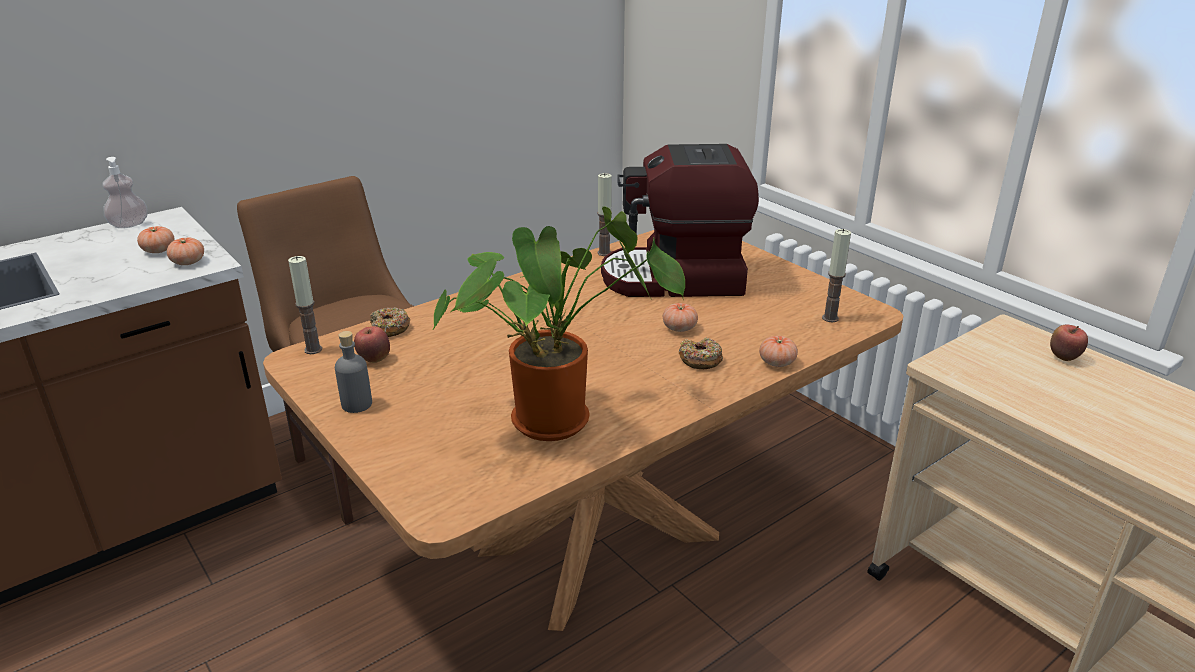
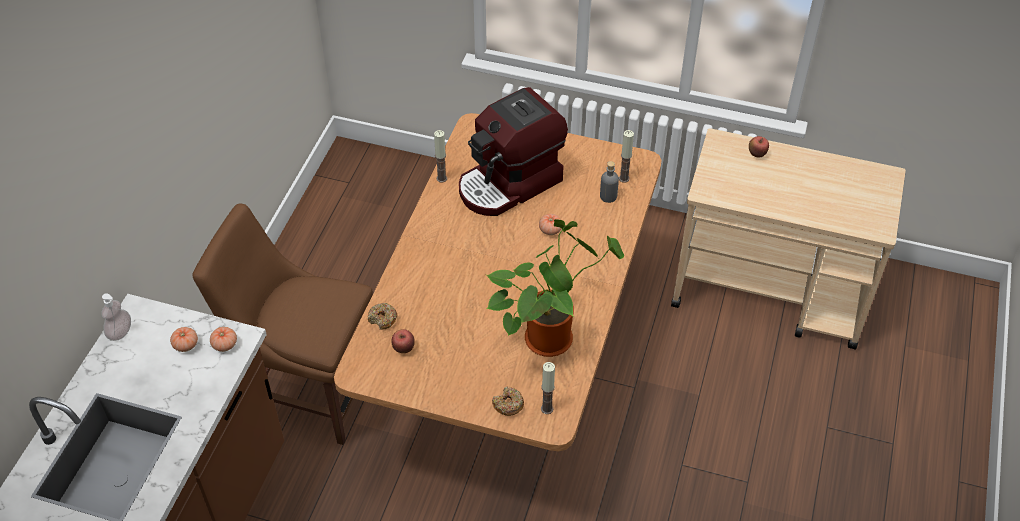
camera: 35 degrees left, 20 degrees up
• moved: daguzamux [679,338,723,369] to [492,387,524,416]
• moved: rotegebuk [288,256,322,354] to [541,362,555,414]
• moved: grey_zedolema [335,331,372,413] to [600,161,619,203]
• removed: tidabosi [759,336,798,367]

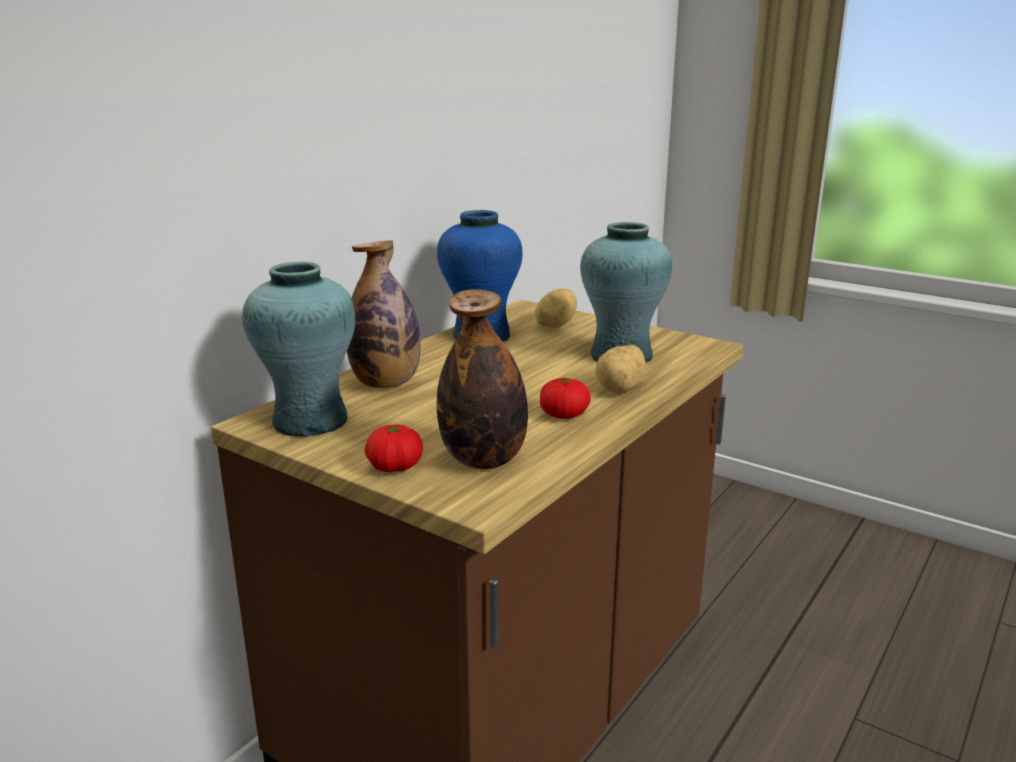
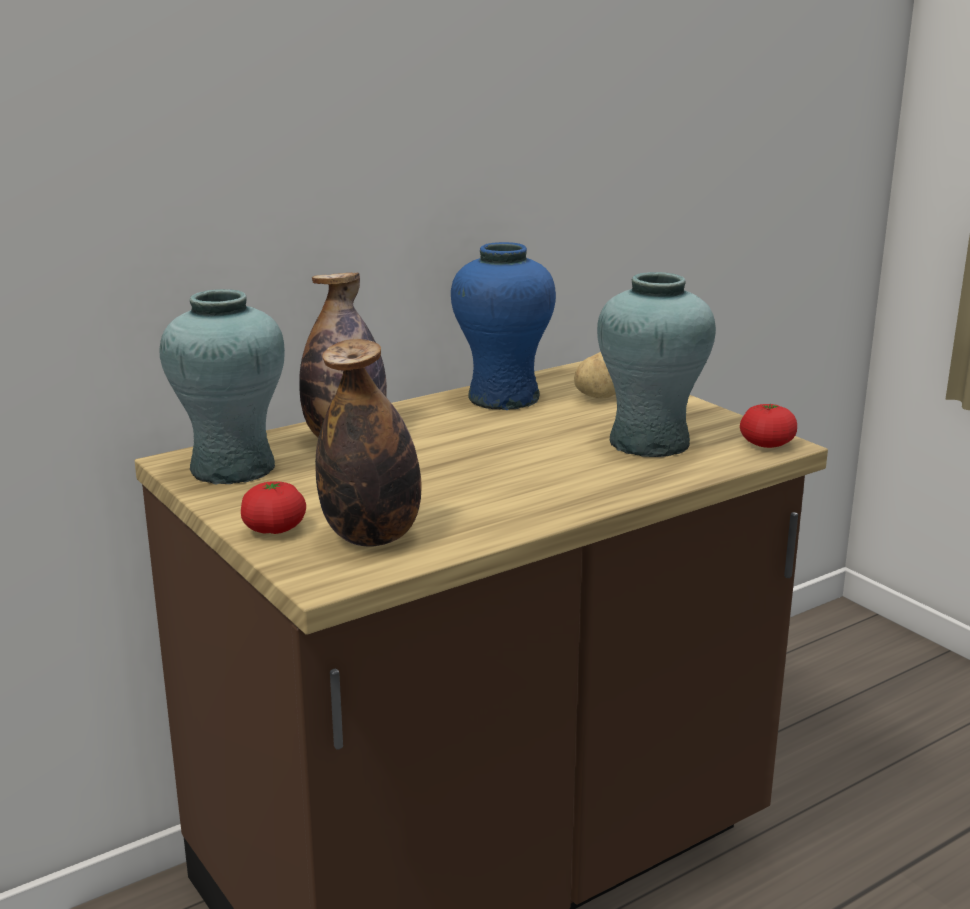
camera: 20 degrees right, 0 degrees up
• moved: tidabosi [540,377,591,419] to [740,404,797,448]
• removed: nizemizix [596,345,646,393]

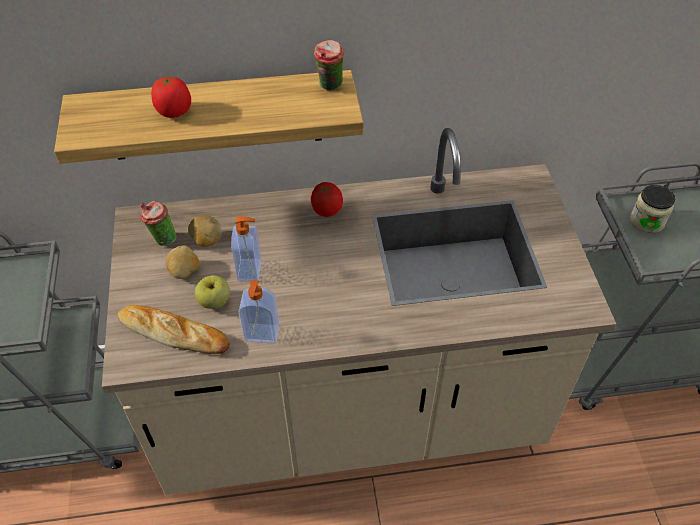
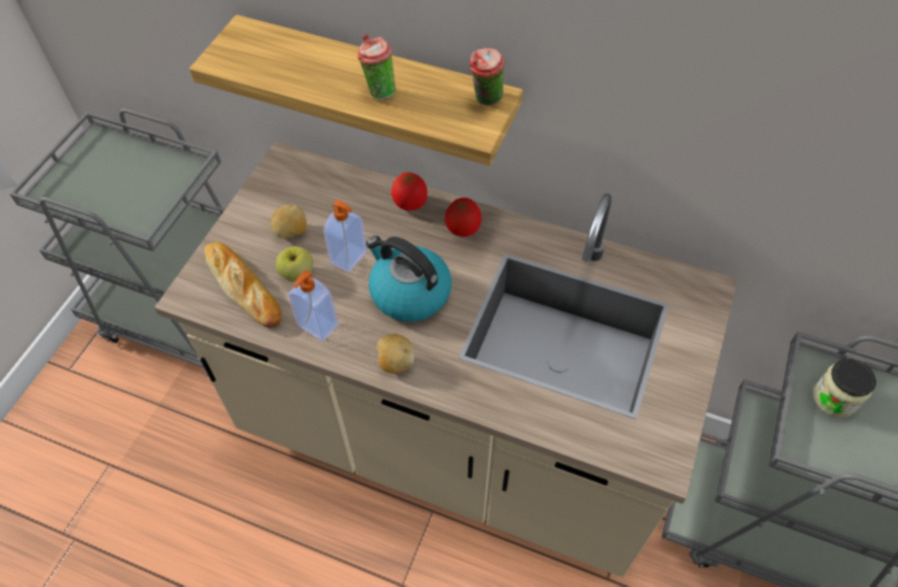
camera: 30 degrees right, 5 degrees up
• moved: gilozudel [140,201,176,246] to [357,34,395,99]
• added: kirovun [366,236,452,322]
• moved: nizemizix [188,215,222,247] to [377,334,415,374]
• moved: tidabosi [151,76,191,118] to [391,172,427,211]

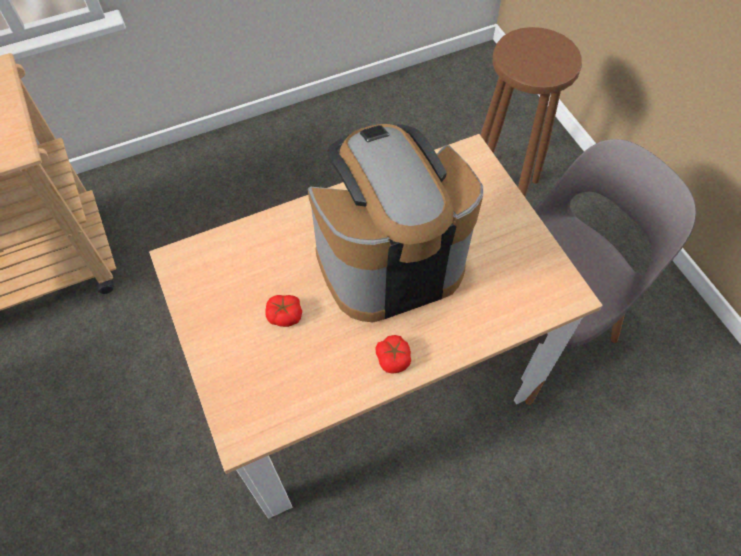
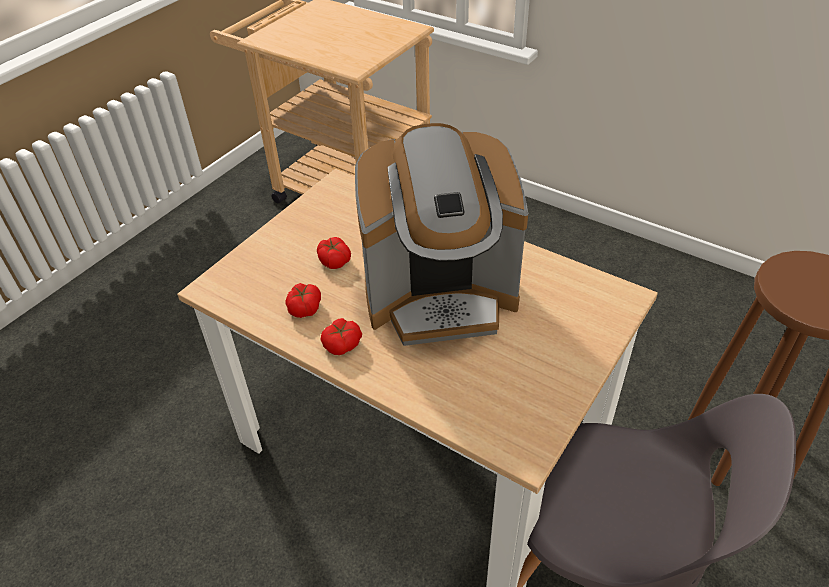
camera: 60 degrees right, 15 degrees down
• added: tidabosi [285,283,321,318]
• turned: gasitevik [308,124,483,322] = [355,123,528,346] 135 degrees clockwise

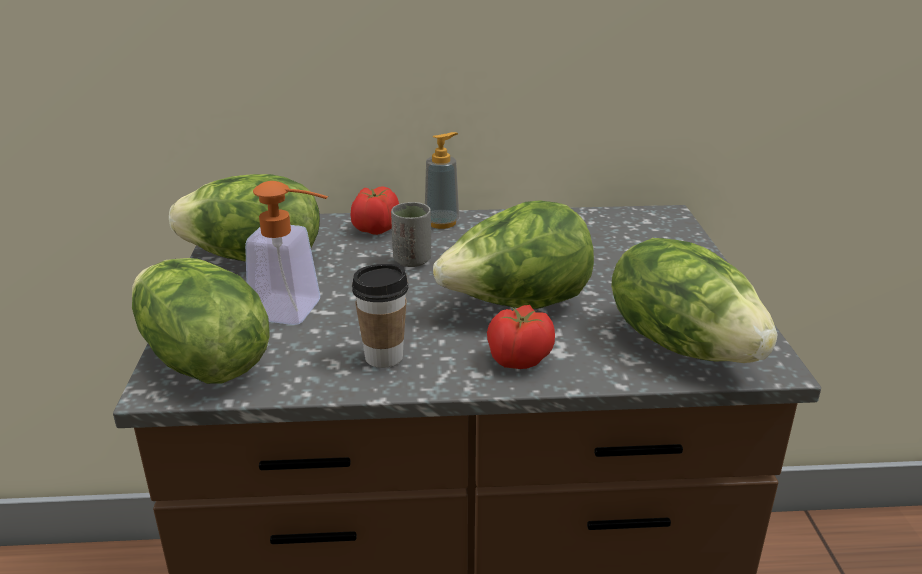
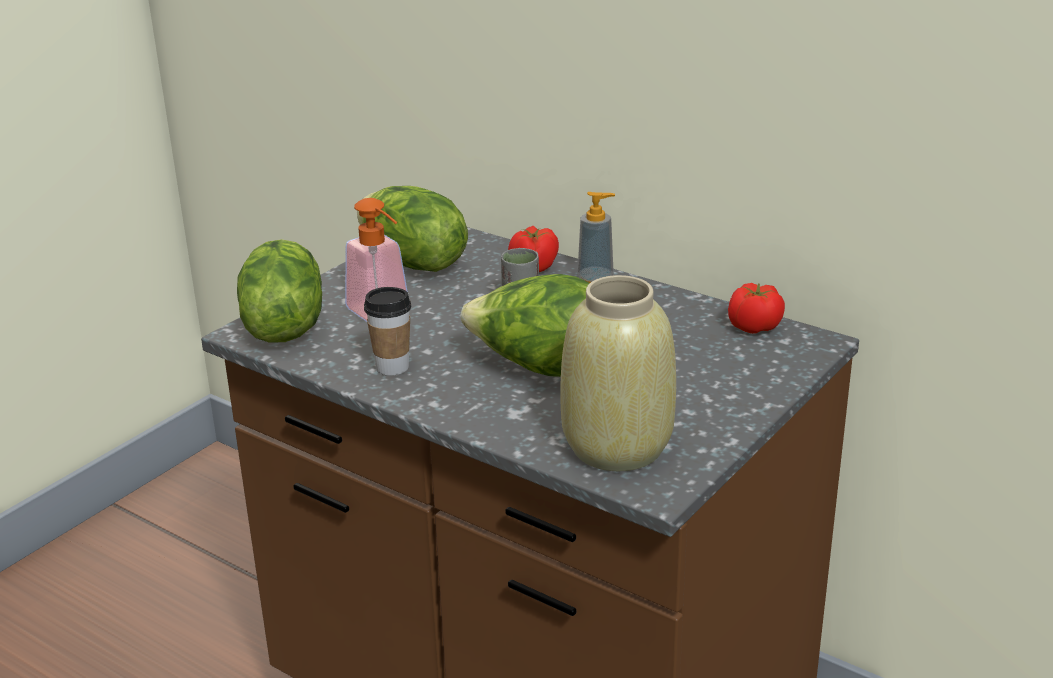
camera: 40 degrees right, 0 degrees up
• replaced: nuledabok [611,238,777,363] to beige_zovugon [560,275,676,471]
• moved: tidabosi [487,305,555,369] to [728,283,785,334]

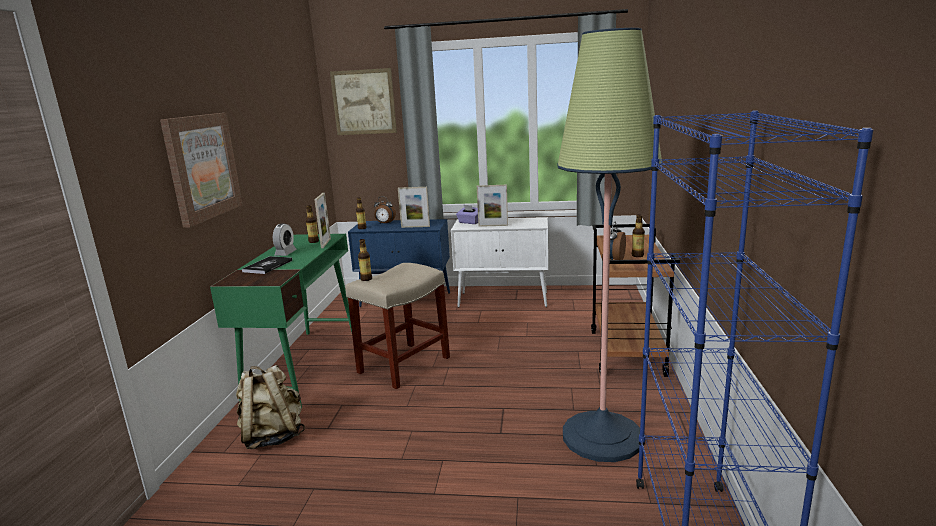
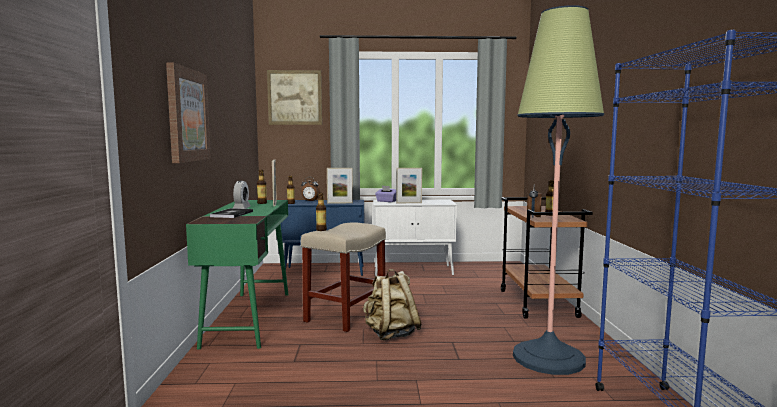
camera: 10 degrees left, 10 degrees down
• moved: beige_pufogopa [236,365,305,449] to [363,269,422,340]

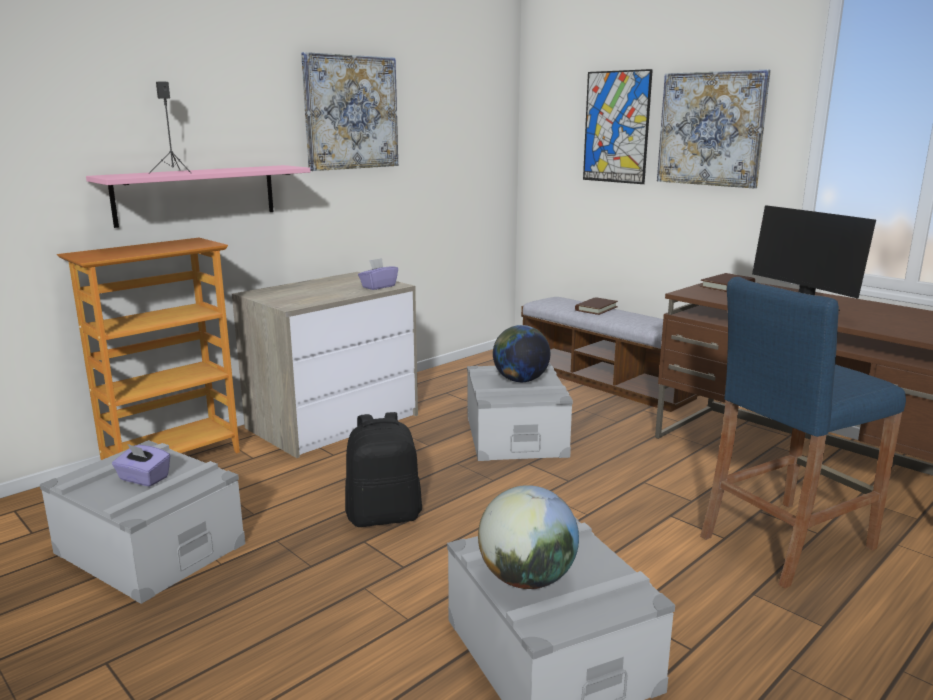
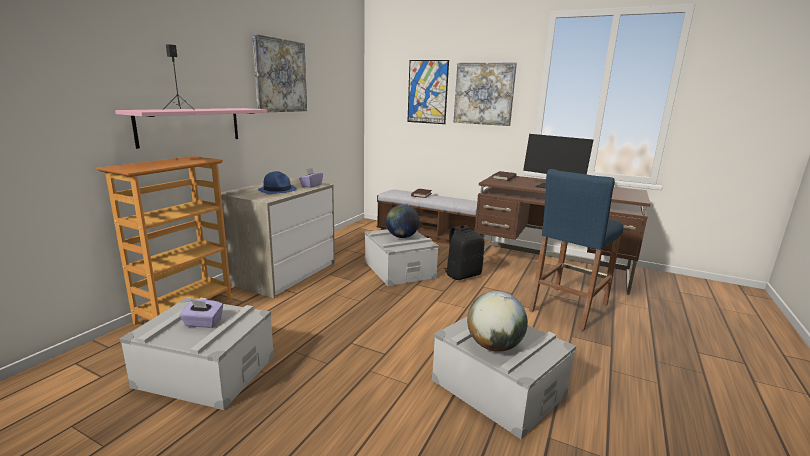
camera: 20 degrees left, 0 degrees up
• added: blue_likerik [258,171,297,194]
• moved: black_pufogopa [345,412,422,527] to [444,225,485,280]

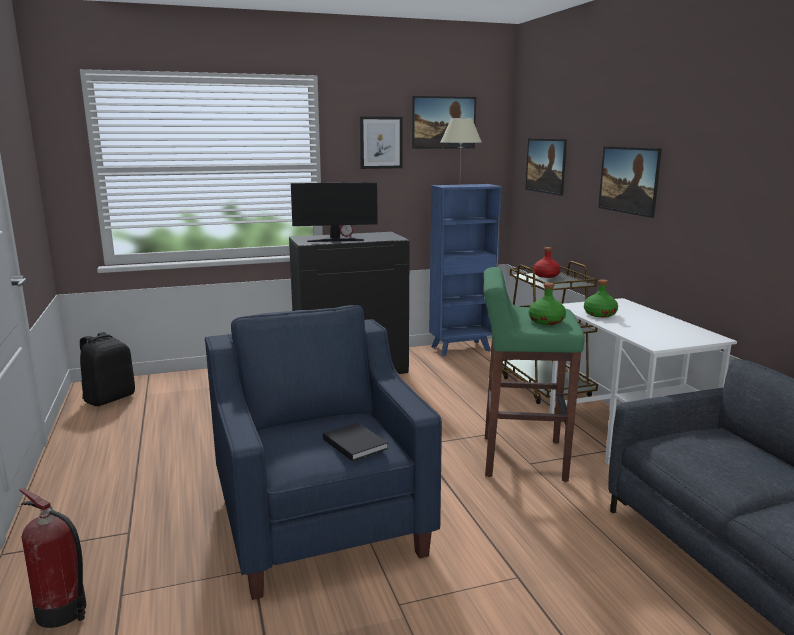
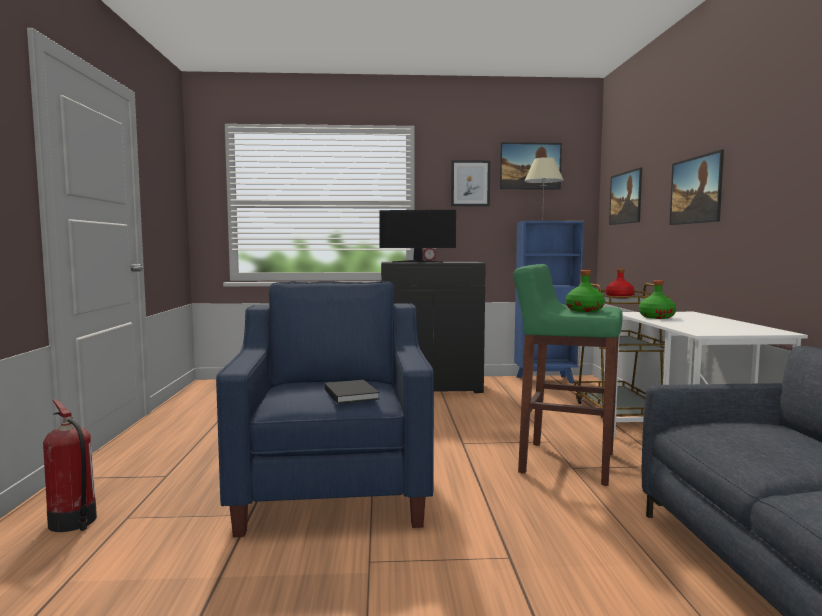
camera: 15 degrees right, 10 degrees down
• removed: black_pufogopa [80,332,135,406]

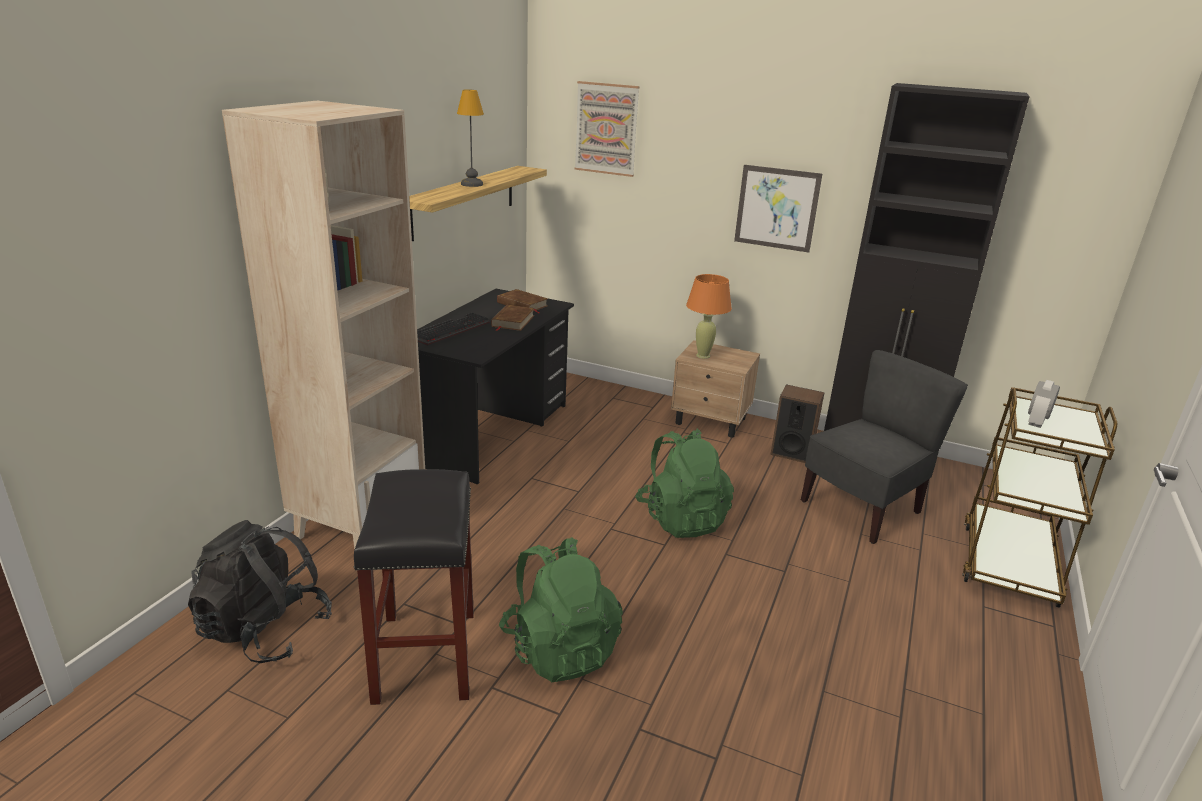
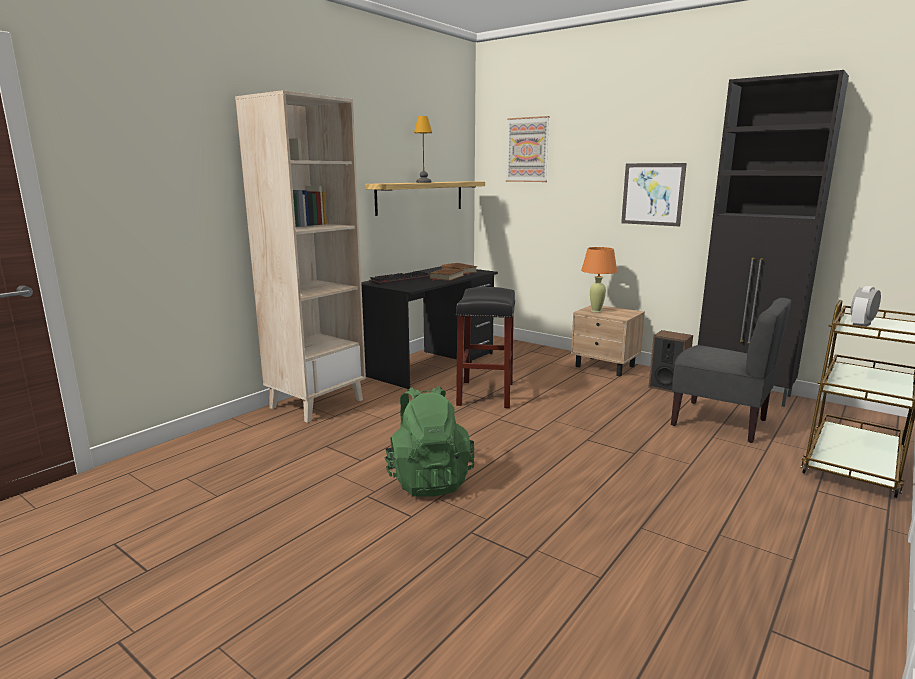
camera: 15 degrees right, 10 degrees down
• moved: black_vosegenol [354,469,474,705] to [456,287,515,408]
• turned: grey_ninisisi [801,350,968,544] = [671,298,791,443] 60 degrees clockwise
• removed: black_pufogopa [188,520,332,663]
• removed: green_pufogopa [635,429,734,538]

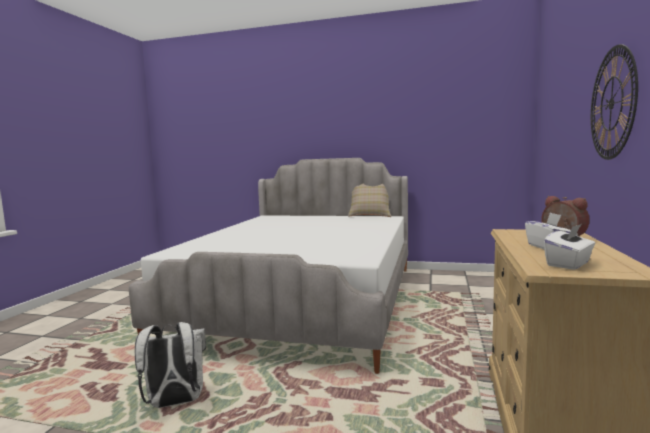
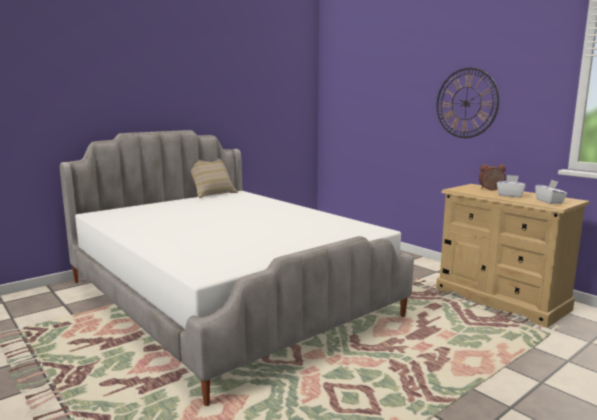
camera: 55 degrees left, 5 degrees up
• removed: white_pufogopa [135,322,206,408]

